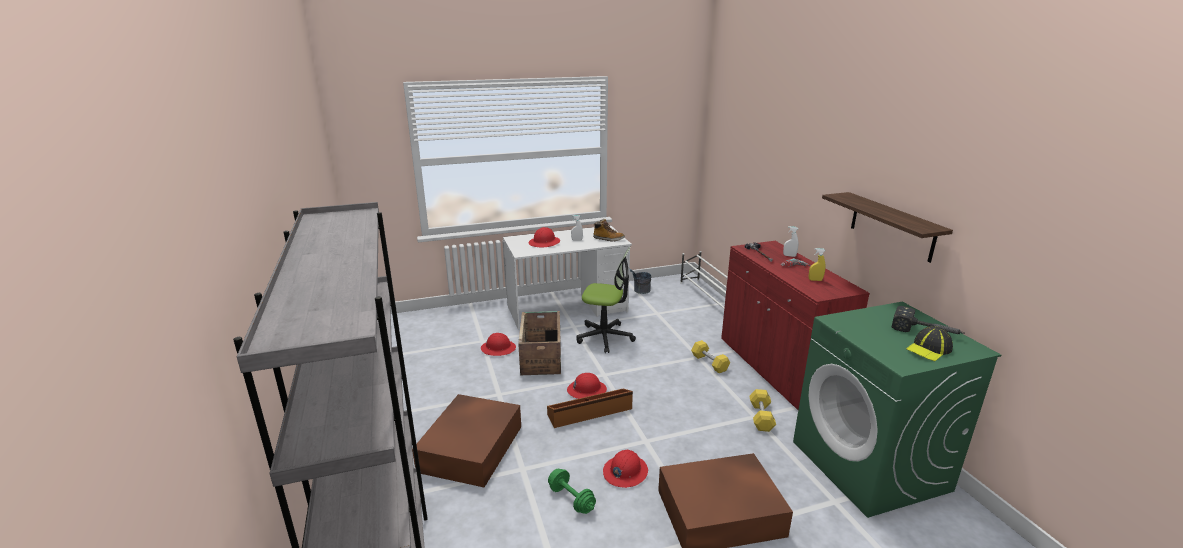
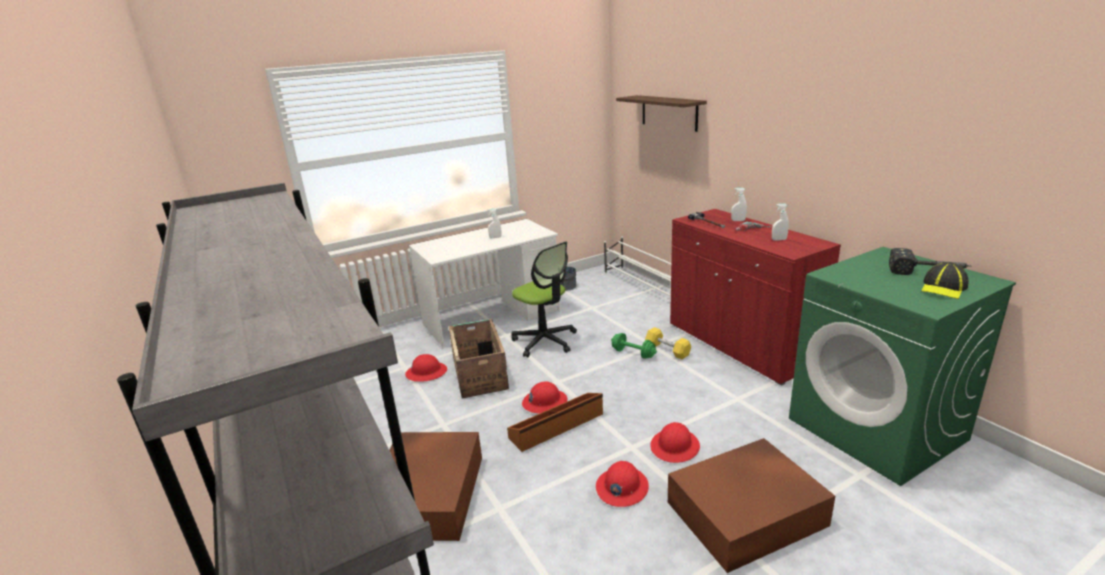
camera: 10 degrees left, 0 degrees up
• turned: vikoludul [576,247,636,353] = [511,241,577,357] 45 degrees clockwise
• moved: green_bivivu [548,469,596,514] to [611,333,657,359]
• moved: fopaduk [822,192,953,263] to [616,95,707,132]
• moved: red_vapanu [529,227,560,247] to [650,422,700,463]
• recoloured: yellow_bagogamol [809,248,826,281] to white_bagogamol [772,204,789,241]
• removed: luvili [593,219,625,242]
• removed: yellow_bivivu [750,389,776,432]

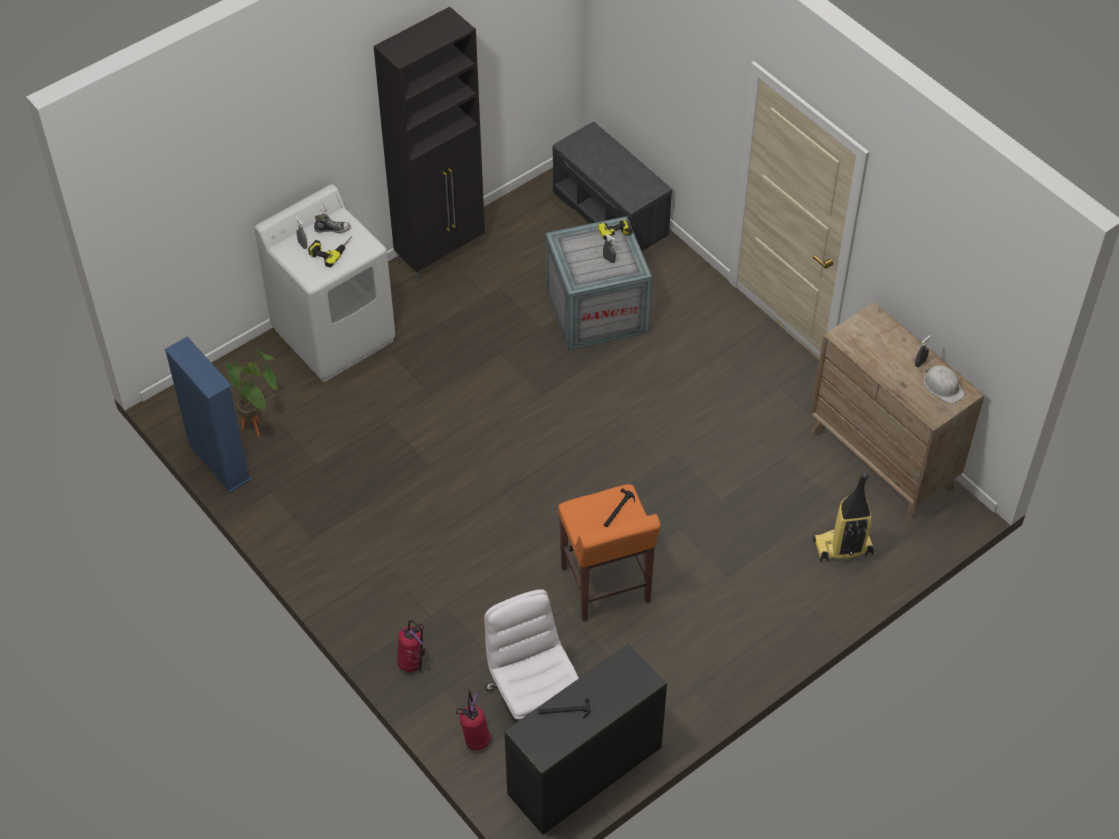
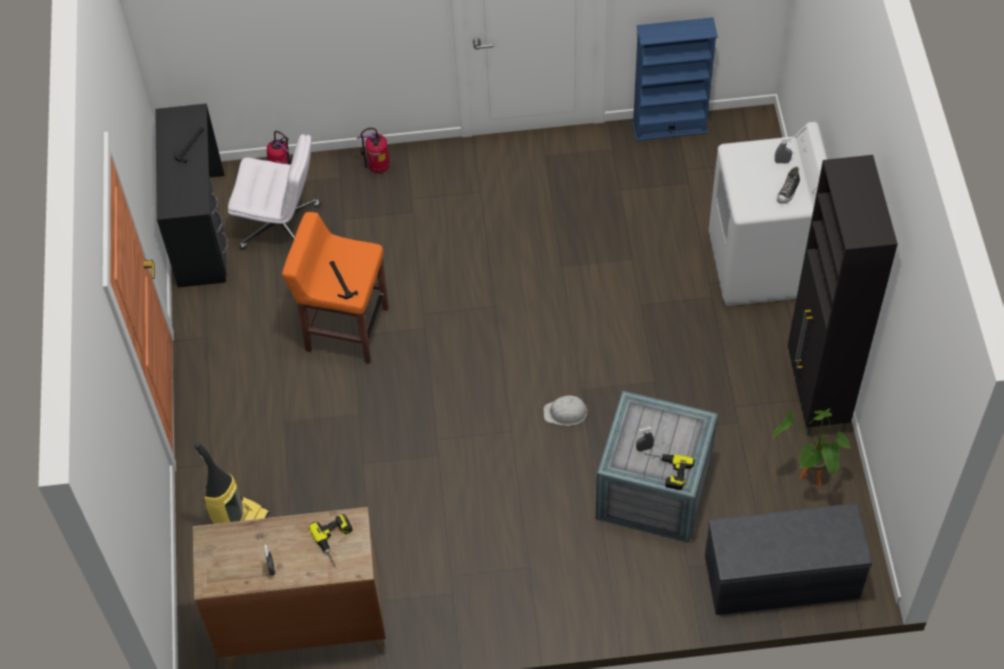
camera: 125 degrees right, 5 degrees up
• moved: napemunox [308,236,352,267] to [309,514,353,566]
• moved: white_vapanu [923,365,965,404] to [543,396,590,426]
• moved: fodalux [225,348,278,436] to [773,408,851,487]

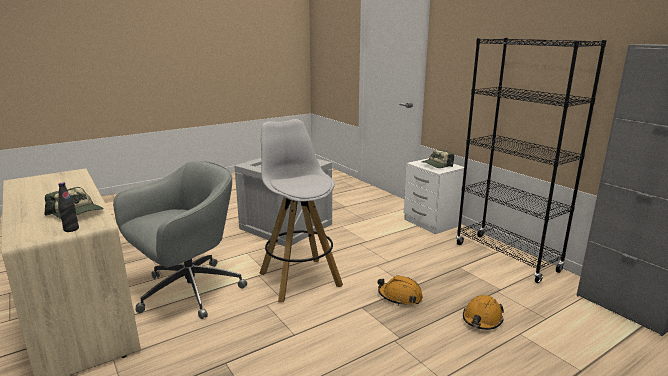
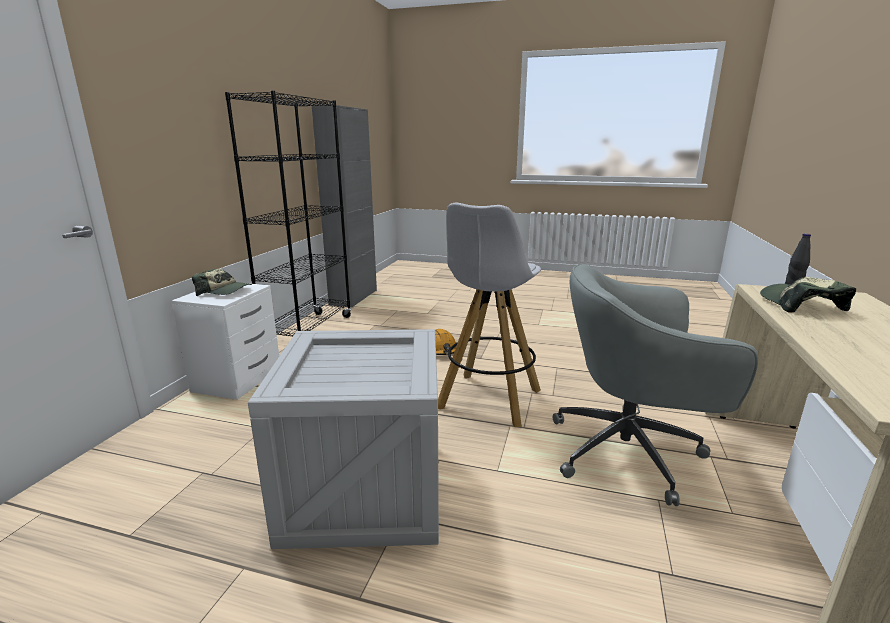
camera: 130 degrees left, 0 degrees up
• removed: orange_vapanu [463,295,504,330]

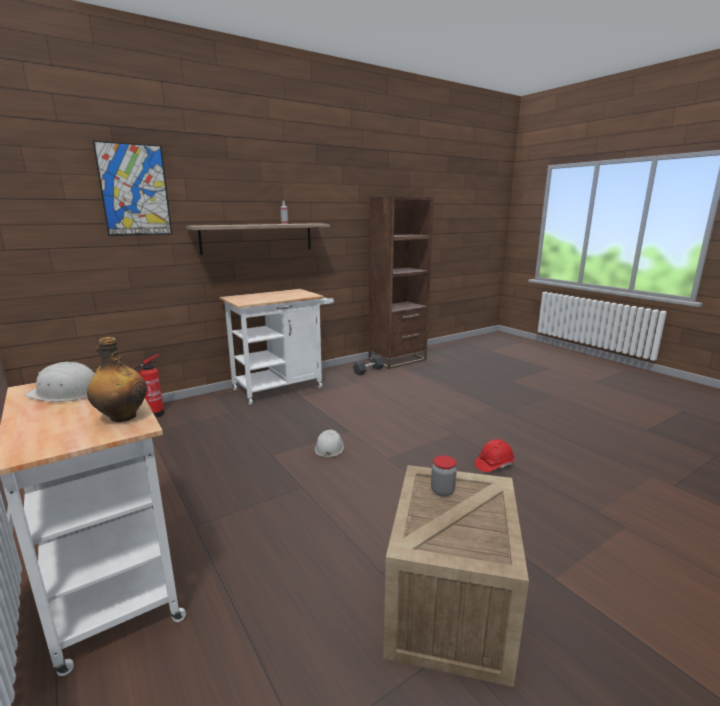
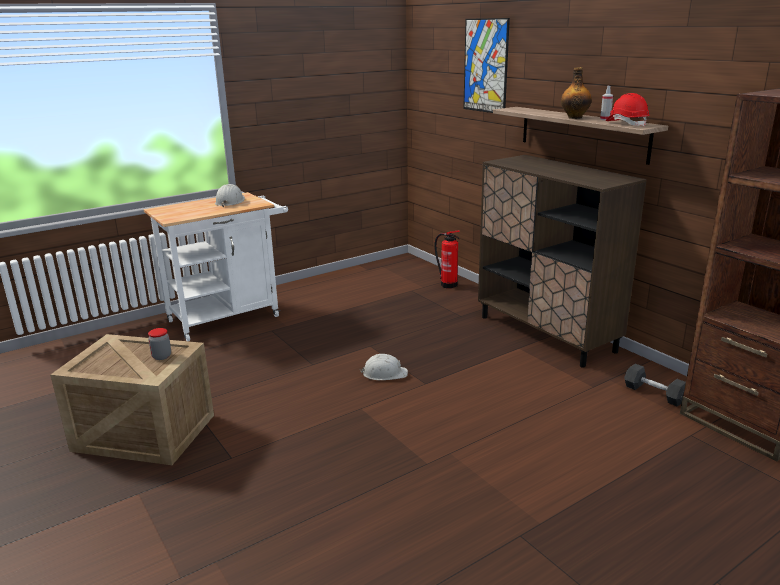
camera: 90 degrees right, 5 degrees up
• replaced: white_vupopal [220,289,334,405] to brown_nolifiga [478,155,647,368]
• moved: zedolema [87,337,147,422] to [561,67,592,119]
• moved: red_vapanu [475,439,515,472] to [606,93,649,127]

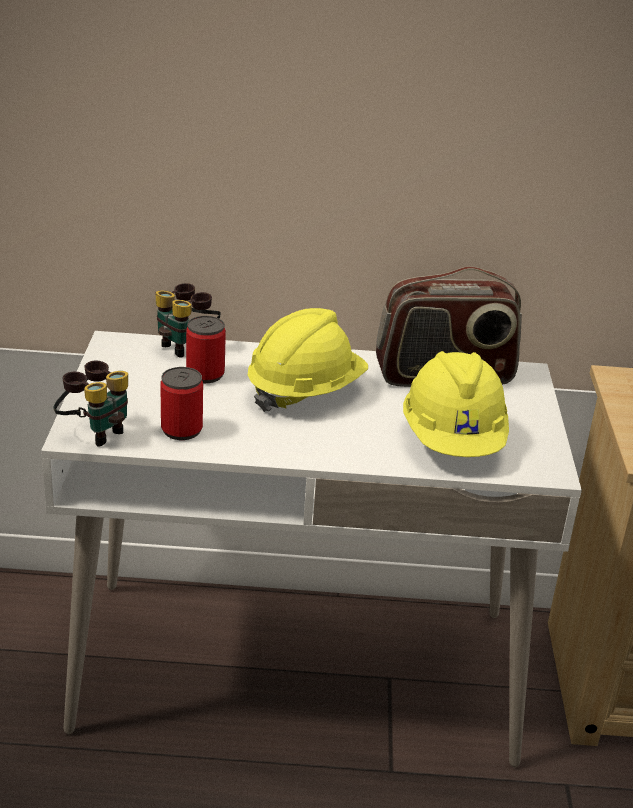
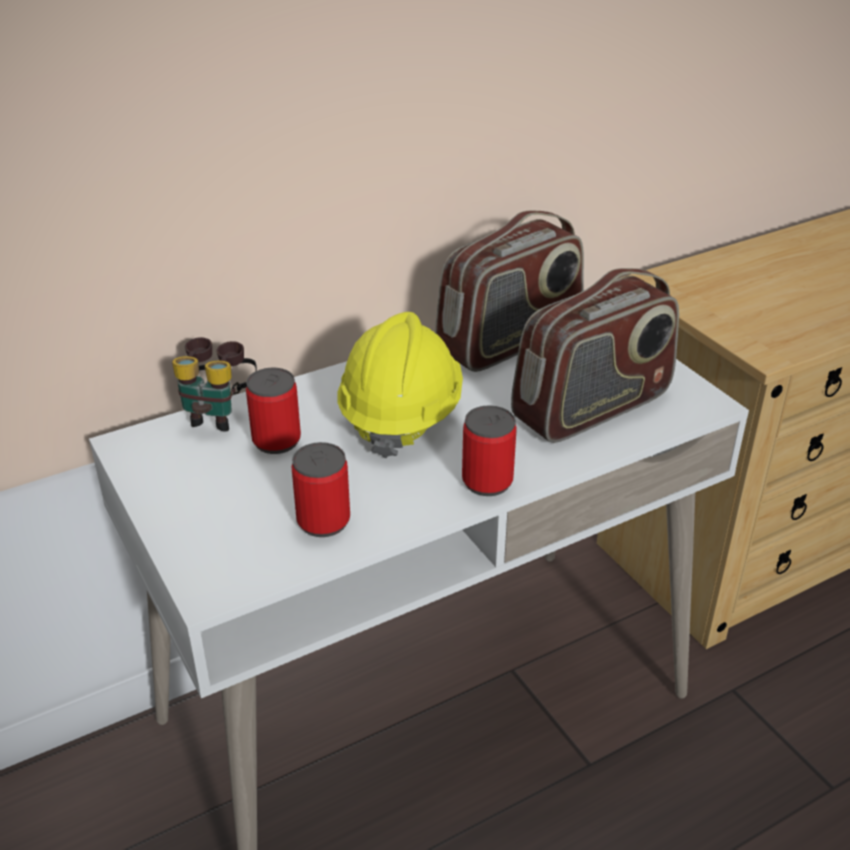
camera: 30 degrees left, 5 degrees up
• added: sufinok [462,405,517,496]
• replaced: yellow_vapanu [403,351,509,457] to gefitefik [511,268,679,443]
• removed: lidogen [53,361,128,447]

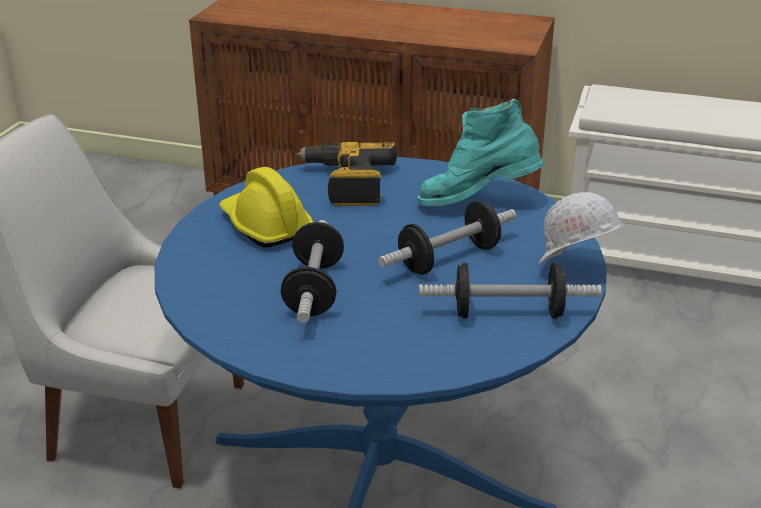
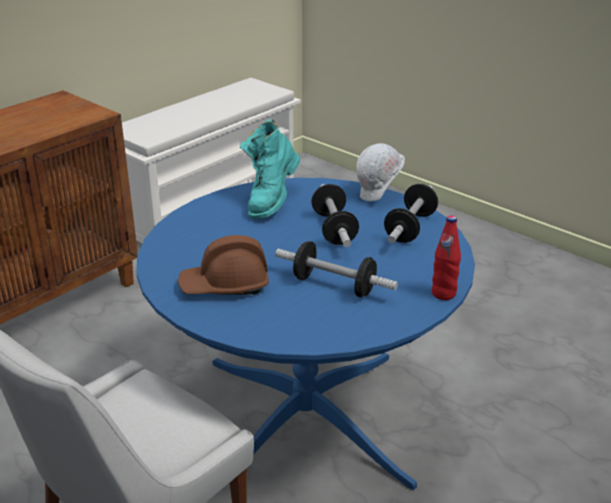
camera: 65 degrees left, 0 degrees up
• recoloured: yellow_vapanu [219,167,313,248] to brown_vapanu [178,235,269,295]
• added: red_zedolema [432,216,461,300]
• removed: napemunox [297,142,397,206]

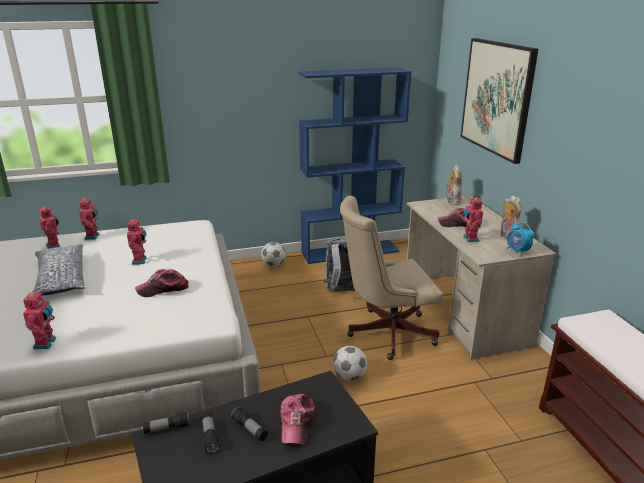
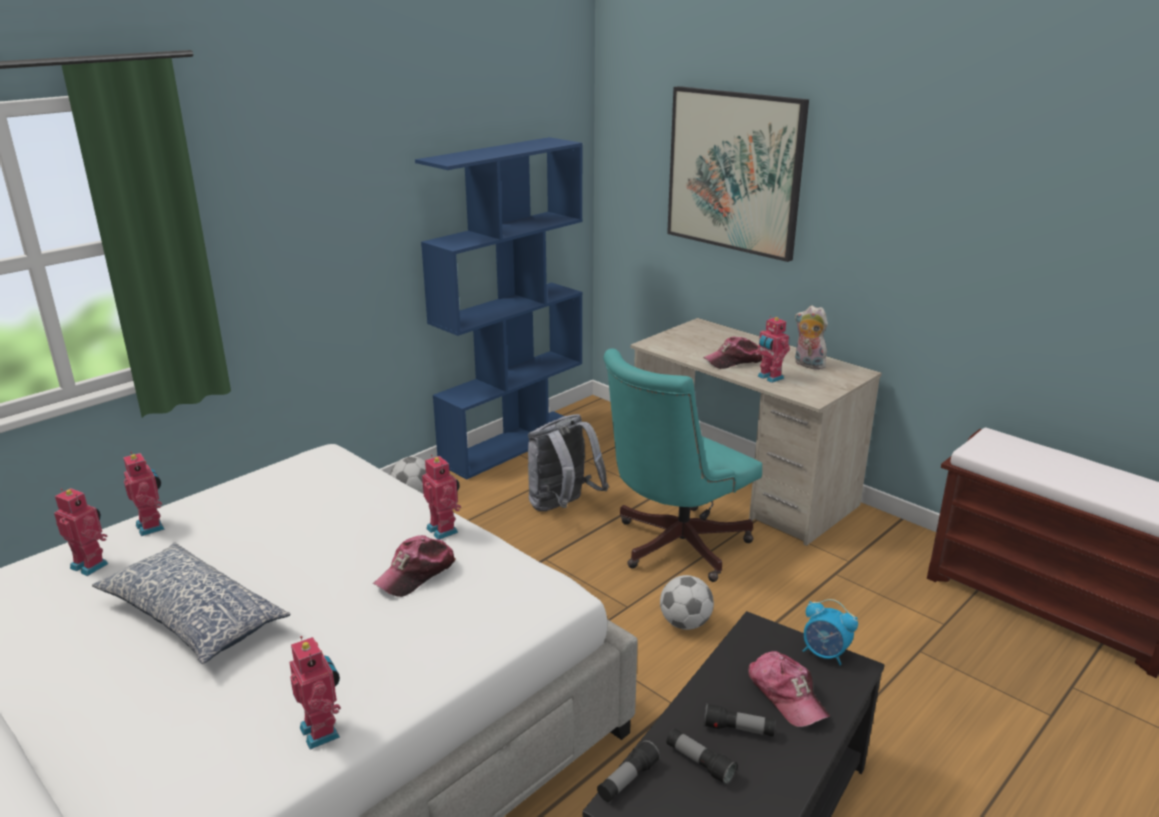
camera: 30 degrees left, 0 degrees up
• moved: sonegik [127,220,147,264] to [422,455,461,540]
• recoloured: beige_vikoludul [340,196,443,360] to turquoise_vikoludul [603,348,762,582]
• moved: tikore [507,222,534,256] to [803,599,858,666]
• removed: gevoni [445,165,462,205]

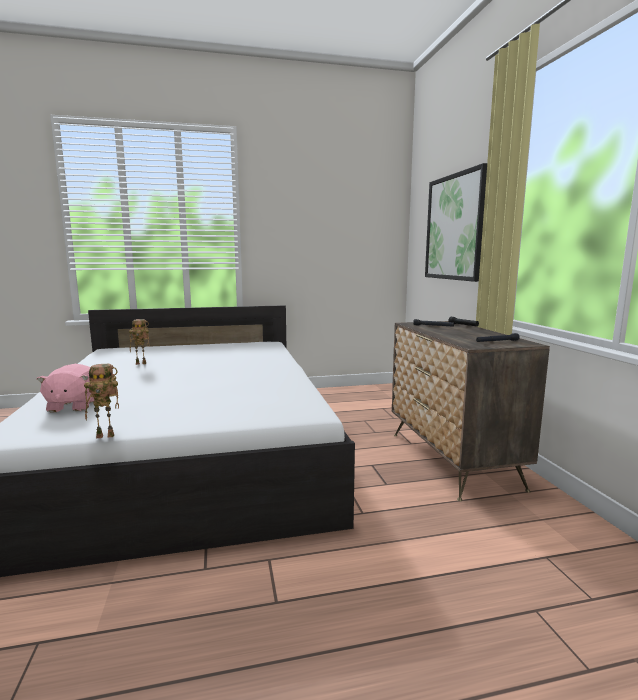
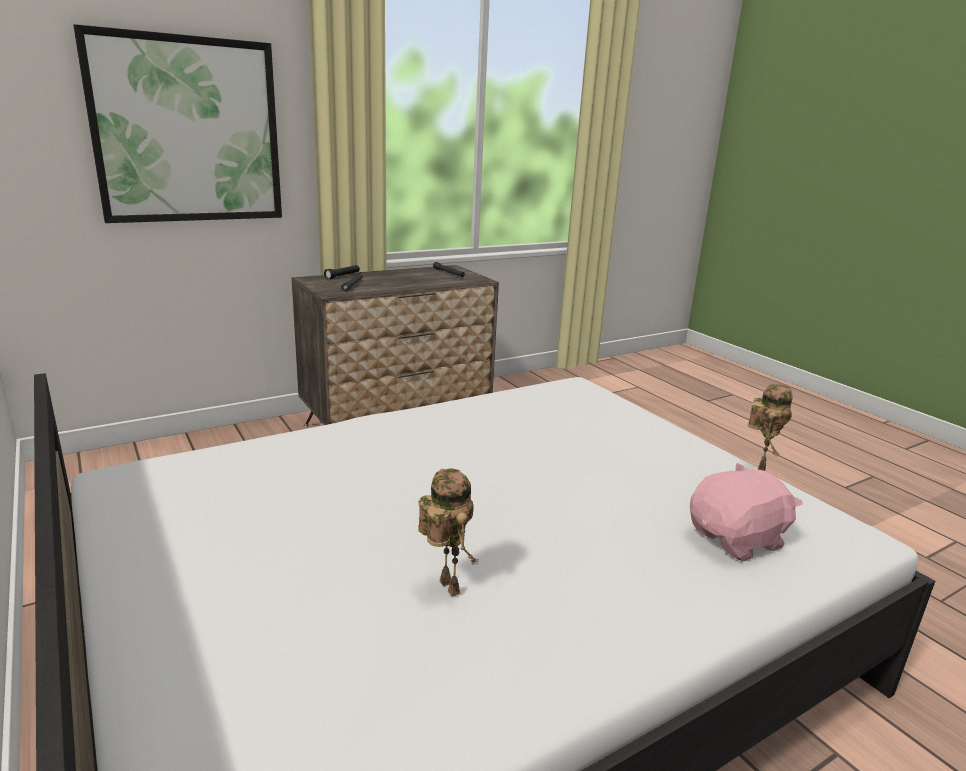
camera: 110 degrees left, 10 degrees up
• turned: sonegik [84,364,119,438] = [748,384,792,471] 60 degrees clockwise

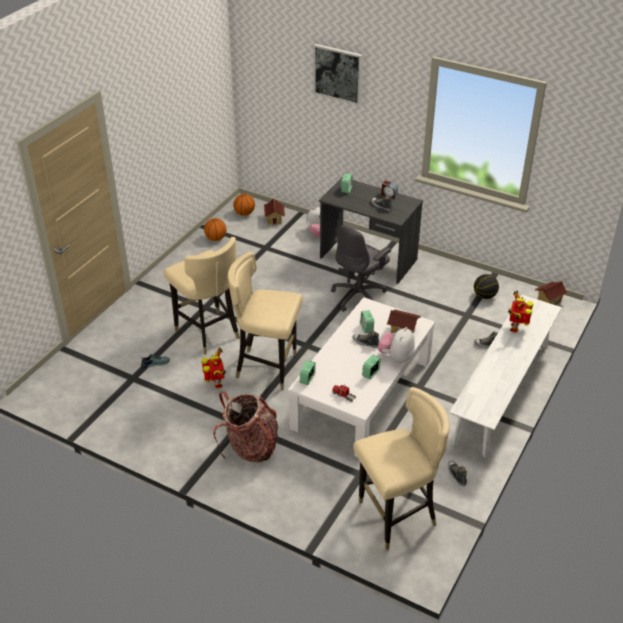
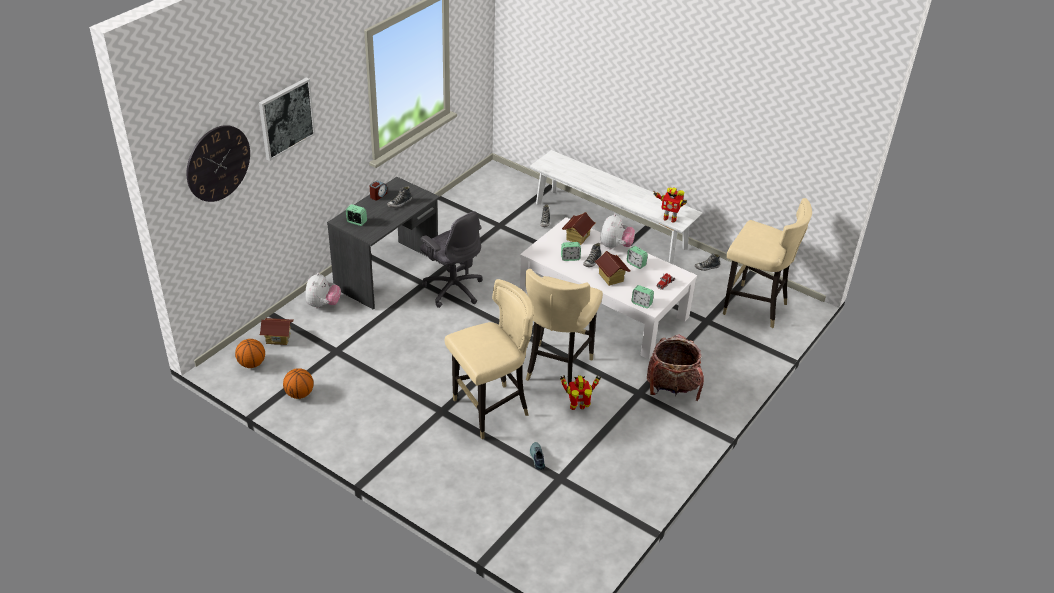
camera: 85 degrees left, 0 degrees up
• added: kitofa [187,125,250,202]
• moved: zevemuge [535,281,568,305] to [595,251,630,286]
• turned: gevoni [378,327,415,364] = [600,213,635,250] 105 degrees counterclockwise
• moved: sonegik [508,290,533,332] to [653,187,687,223]
• turned: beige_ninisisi [353,387,450,550] = [723,198,812,328] 135 degrees clockwise
• removed: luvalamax [474,274,499,299]

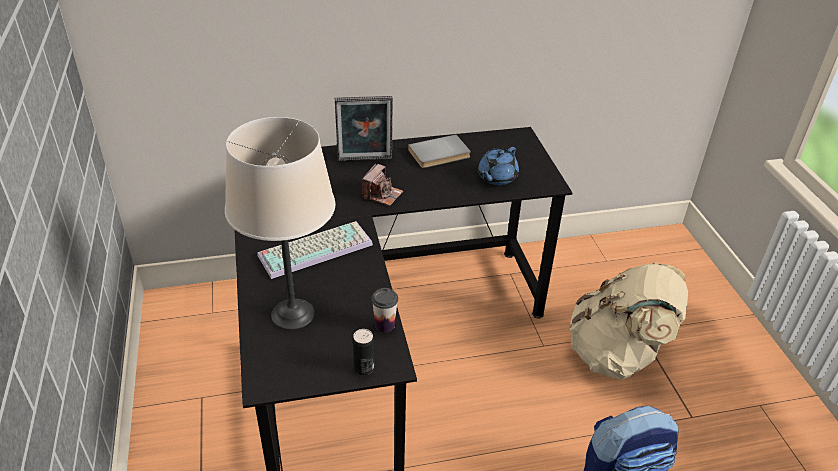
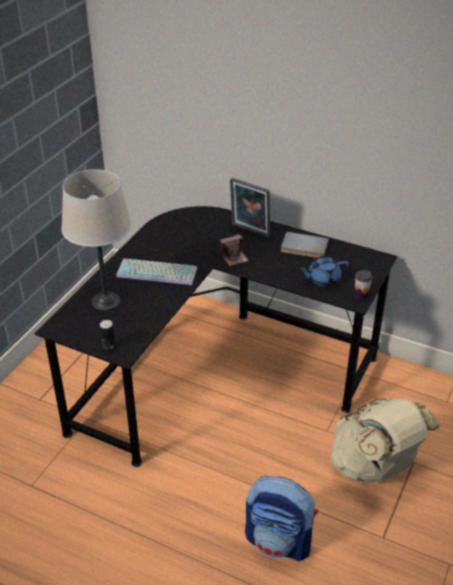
camera: 40 degrees right, 0 degrees up
• moved: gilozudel [371,288,398,333] to [355,270,373,300]

